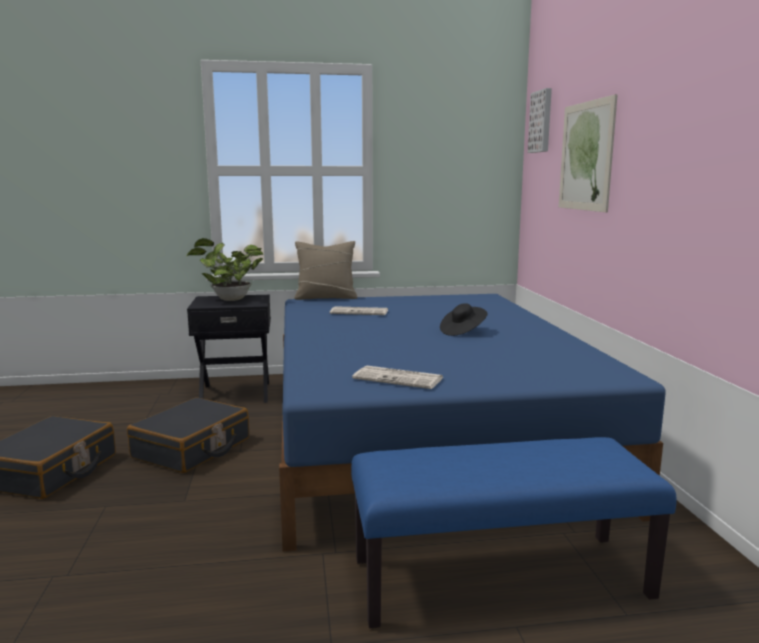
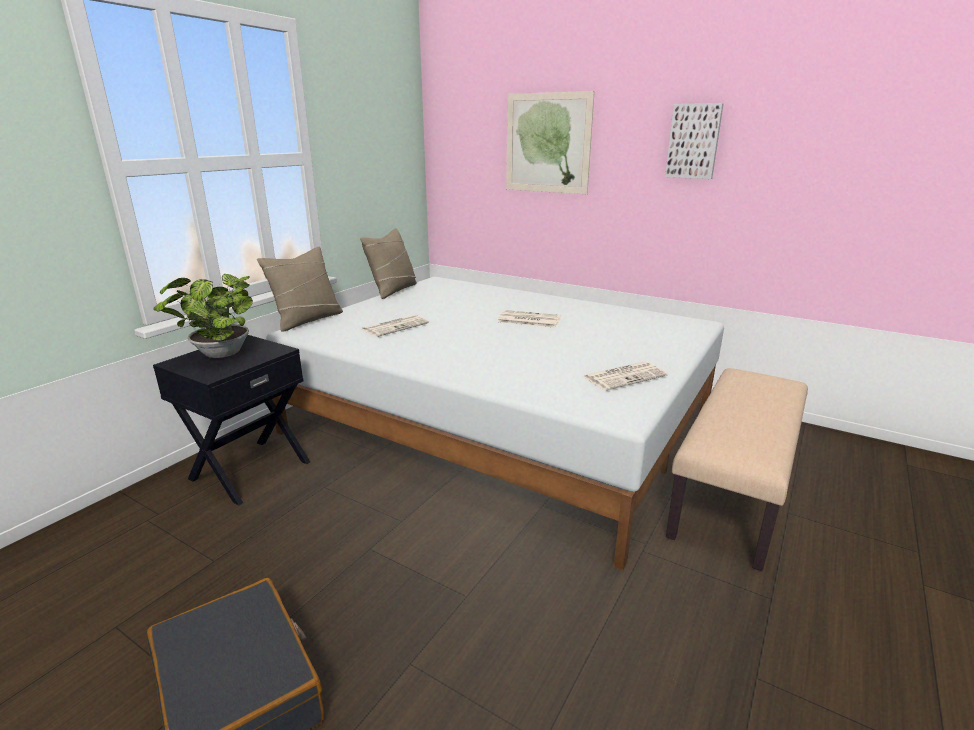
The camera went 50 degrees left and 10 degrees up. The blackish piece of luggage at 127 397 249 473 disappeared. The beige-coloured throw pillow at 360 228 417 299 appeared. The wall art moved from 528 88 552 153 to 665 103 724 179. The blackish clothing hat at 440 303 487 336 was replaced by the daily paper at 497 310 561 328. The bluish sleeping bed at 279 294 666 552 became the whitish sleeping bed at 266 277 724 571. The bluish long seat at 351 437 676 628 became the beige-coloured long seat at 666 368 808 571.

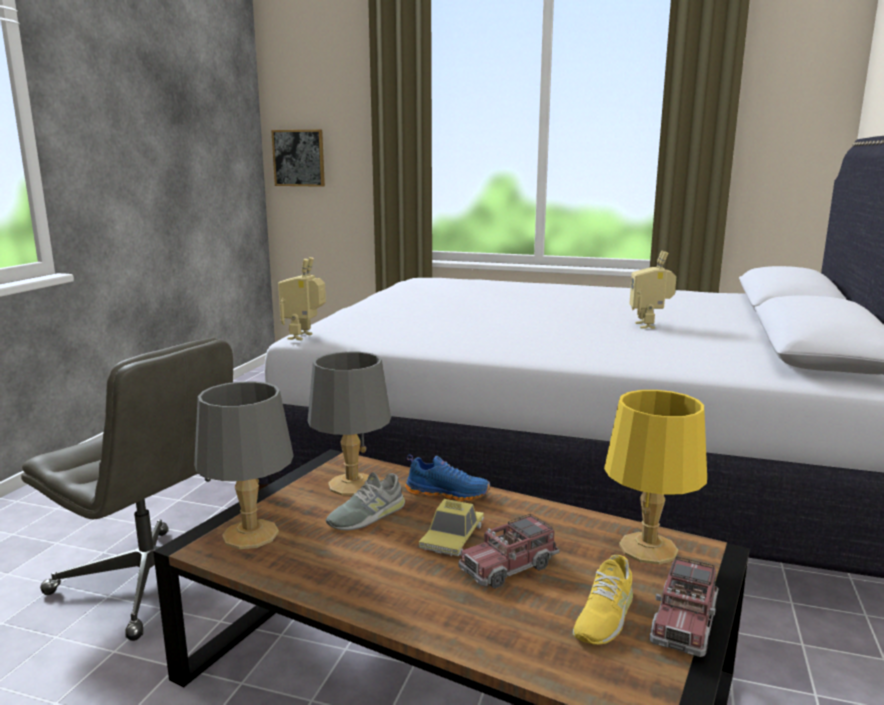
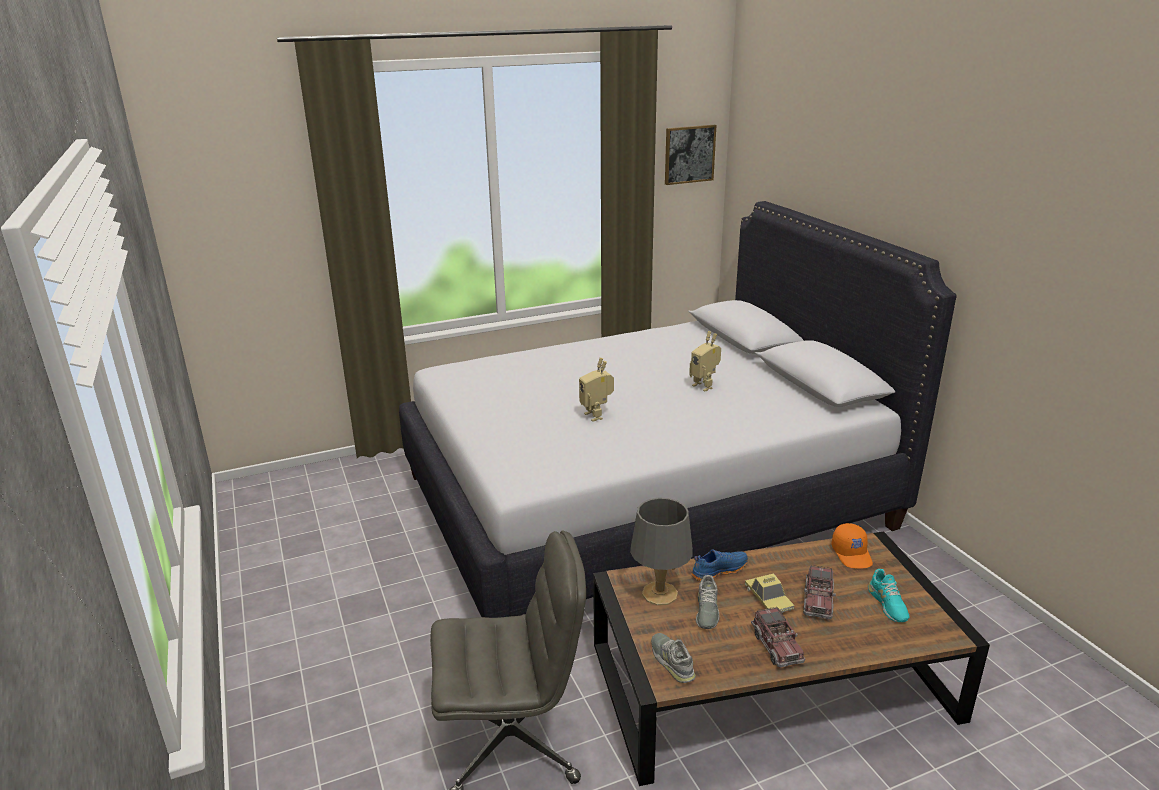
The camera went 40 degrees left and 10 degrees up. The wall art moved from 271 130 325 187 to 665 125 717 185. The model robot moved from 278 257 326 340 to 579 358 614 422. The toy lorry moved from 649 557 719 657 to 751 607 805 667. The grey tabletop lamp at 194 381 294 549 was replaced by the grey shoe at 651 633 696 683. The yellow tabletop lamp at 604 390 707 565 was replaced by the orangey peaked cap at 831 523 873 569. The yellow shoe at 573 555 633 645 became the turquoise-coloured shoe at 868 569 910 622.

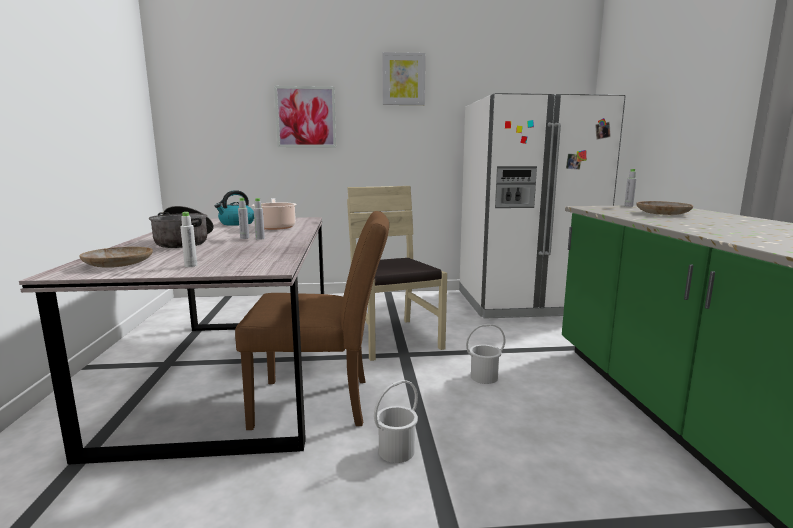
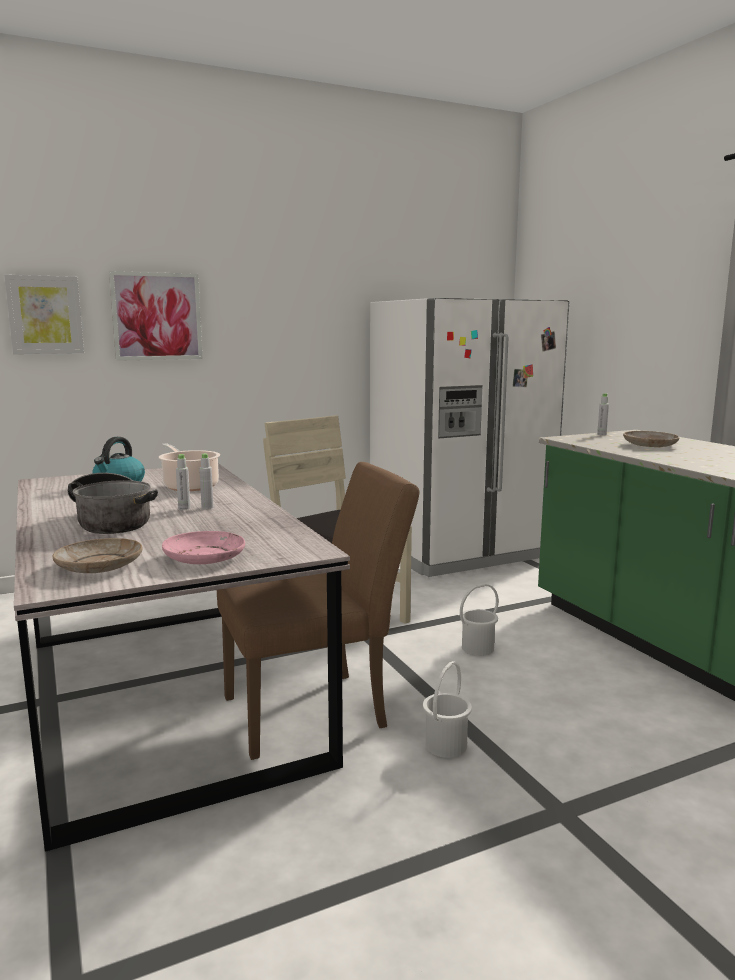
The camera went 20 degrees left and 0 degrees up. The wall art moved from 382 52 425 105 to 4 275 84 354. The whitish beverage bottle at 180 212 197 267 was replaced by the pink-coloured flat dish at 162 531 245 564.

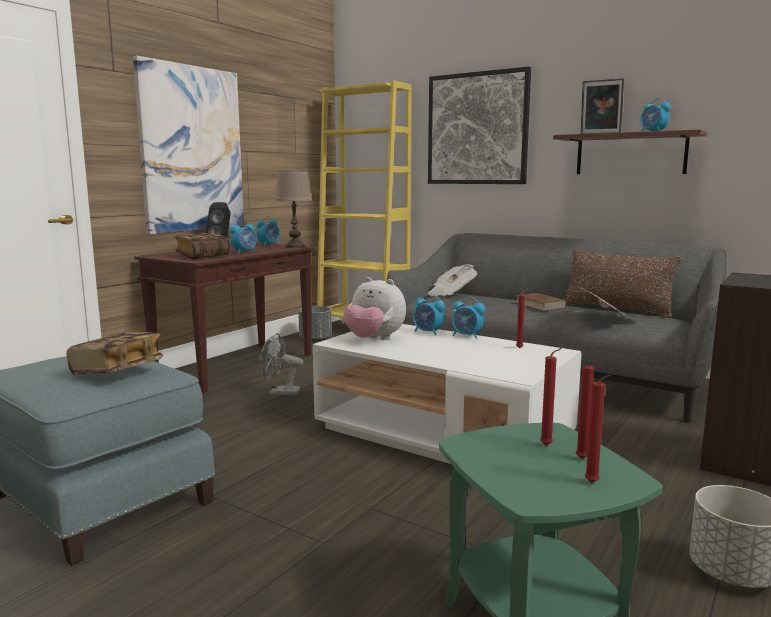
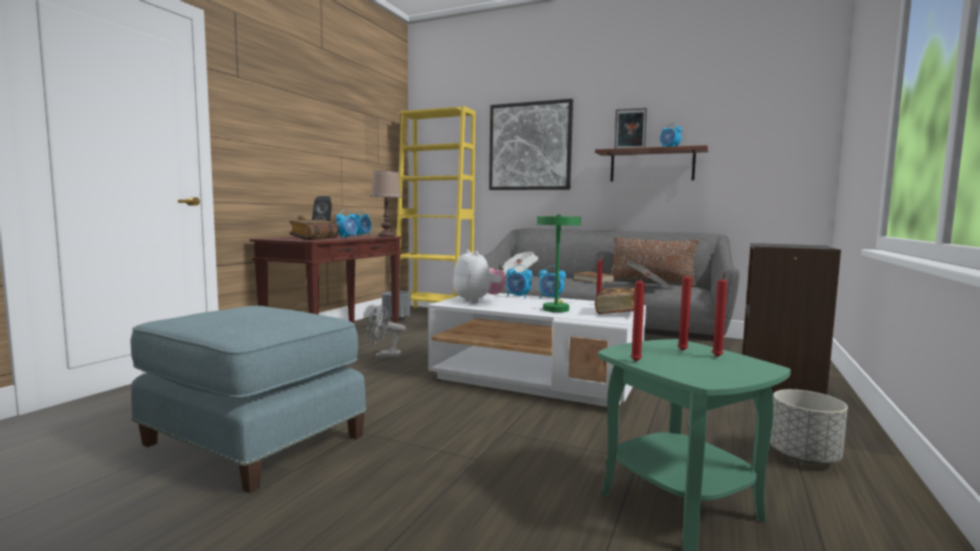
The camera went 10 degrees left and 5 degrees down. The wall art at 133 56 244 234 disappeared. The green-coloured tabletop lamp at 537 215 581 312 appeared. The bound book moved from 66 332 163 375 to 595 287 635 314. The red-coloured candle moved from 584 375 611 483 to 631 274 649 361. The plush toy at 343 277 406 340 turned 135 degrees counterclockwise.

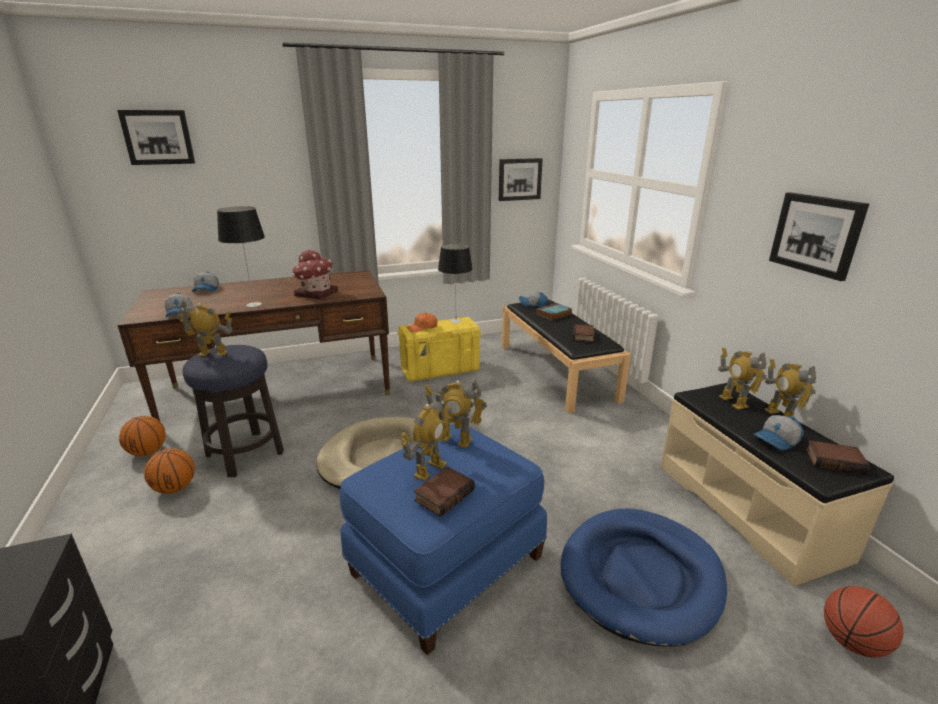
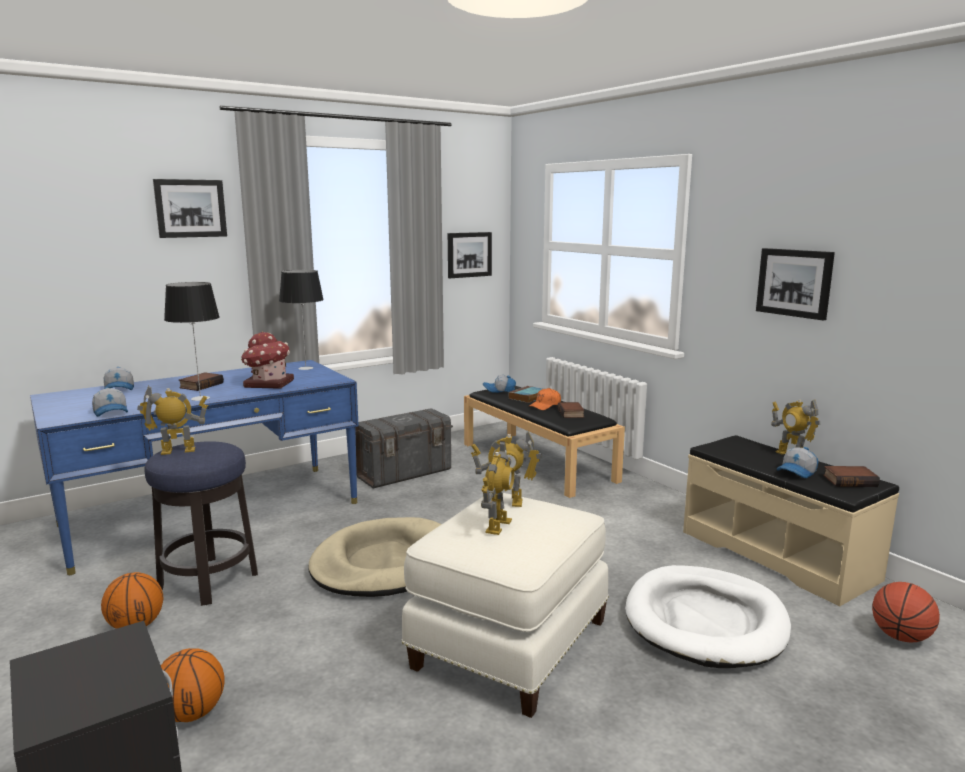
The camera went 15 degrees left and 10 degrees down. The model robot at 718 348 767 410 disappeared. The wall art moved from 117 110 195 165 to 153 179 227 238. The basketball moved from 119 416 166 456 to 161 648 224 722. The orangey peaked cap moved from 406 313 437 333 to 530 388 561 410. The bound book moved from 414 467 475 517 to 179 373 224 391. The tabletop lamp moved from 438 243 473 323 to 279 270 324 370. The brownish desk unit at 117 270 390 421 became the bluish desk unit at 30 360 359 575. The bluish footrest at 339 423 547 655 became the whitish footrest at 402 493 609 718. The yellow storage bin at 397 317 482 382 became the grey storage bin at 355 408 453 488. The bluish dog bed at 561 508 727 646 became the whitish dog bed at 625 565 791 668.

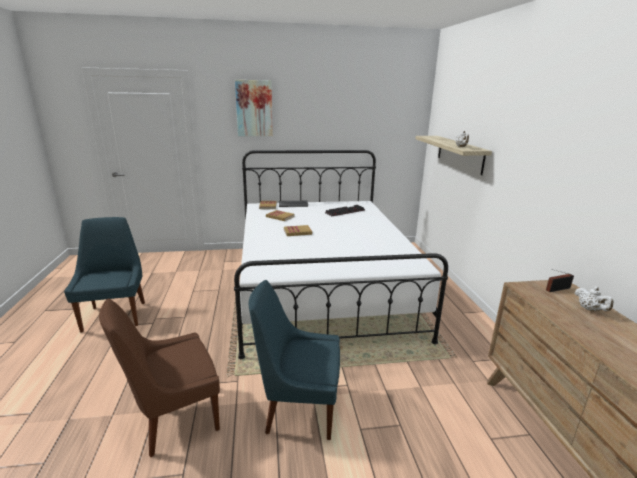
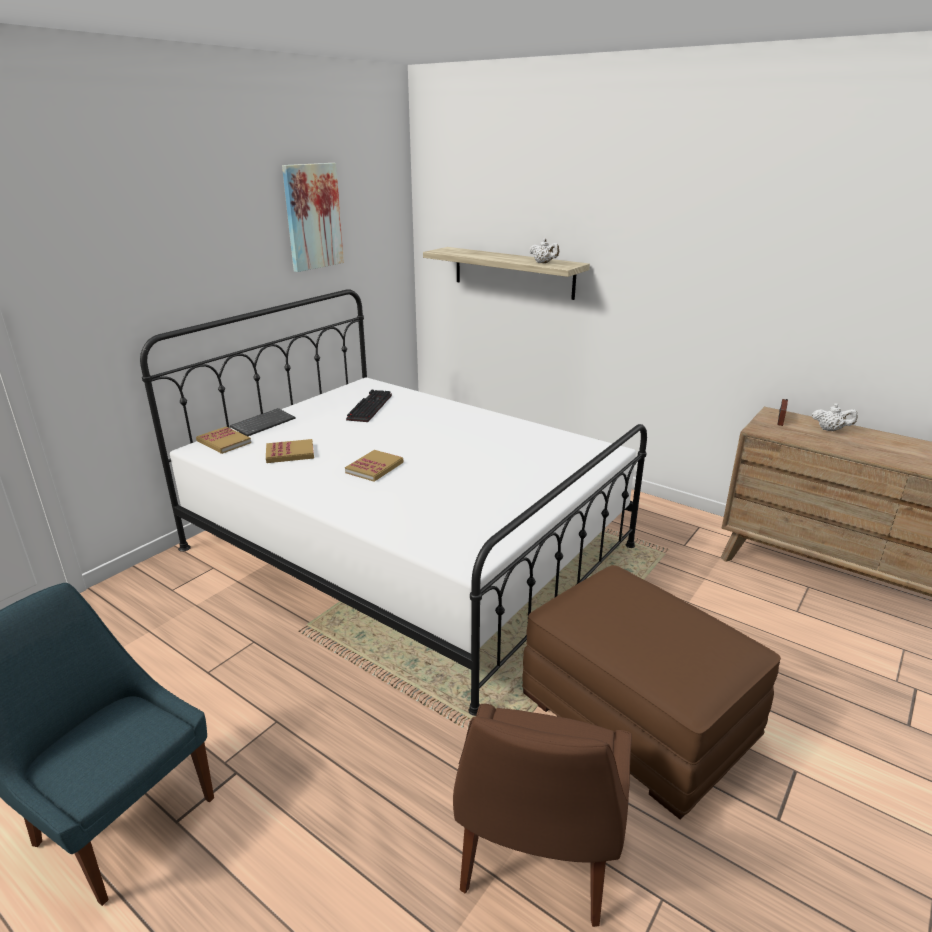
The camera went 45 degrees left and 5 degrees up. The wall art moved from 235 80 273 136 to 282 163 344 272. The bluish plain chair at 249 280 340 440 was replaced by the brownish footrest at 522 565 781 820.

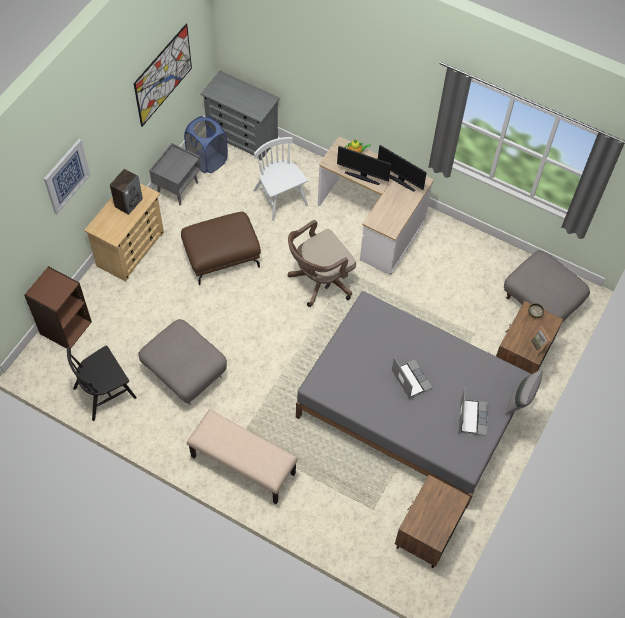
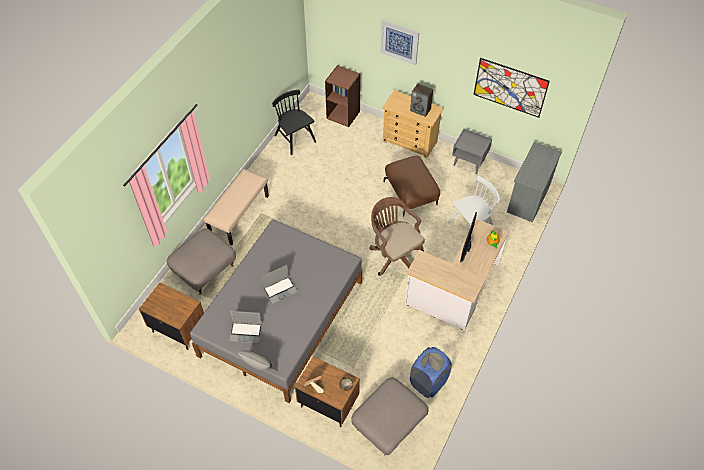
The camera went 90 degrees right and 5 degrees down. The monitor at 378 145 427 192 disappeared. The grey footrest moved from 138 319 227 405 to 166 229 236 295. The bluish washing basket moved from 184 116 228 173 to 410 347 452 398.

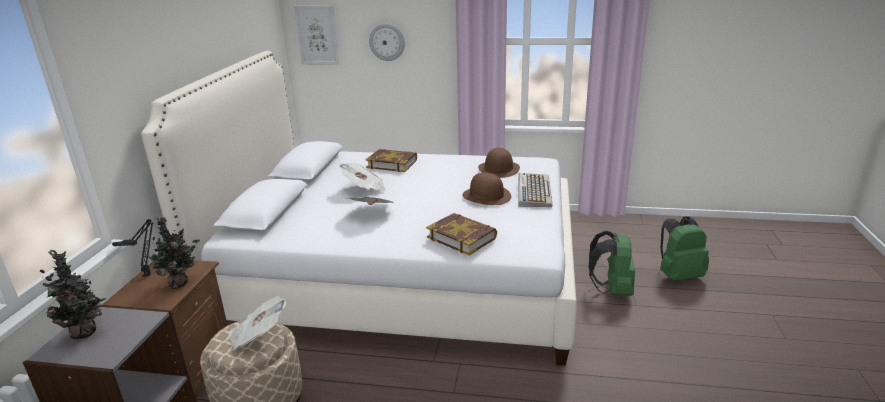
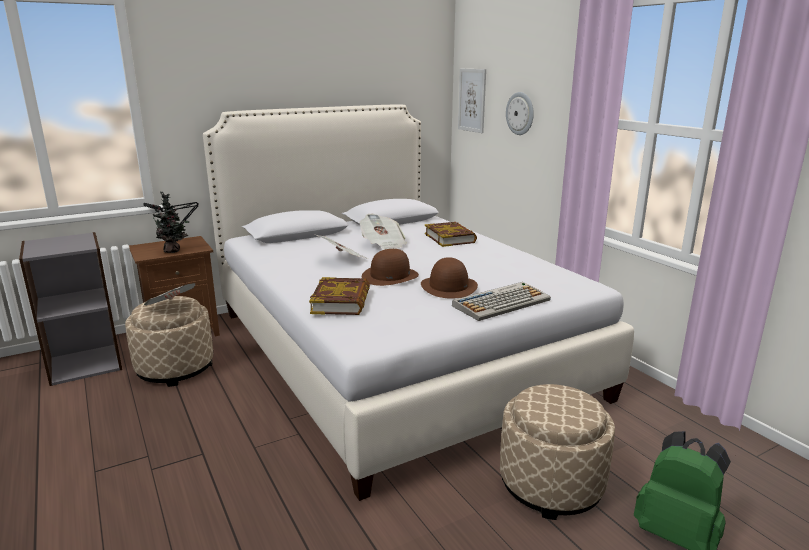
The camera went 50 degrees right and 5 degrees down. The plant in a pot at 40 250 106 339 disappeared. The brownish clothing hat moved from 478 148 520 178 to 362 249 419 286. The green-coloured knapsack at 588 231 635 296 was replaced by the beige-coloured footrest at 500 384 615 520.

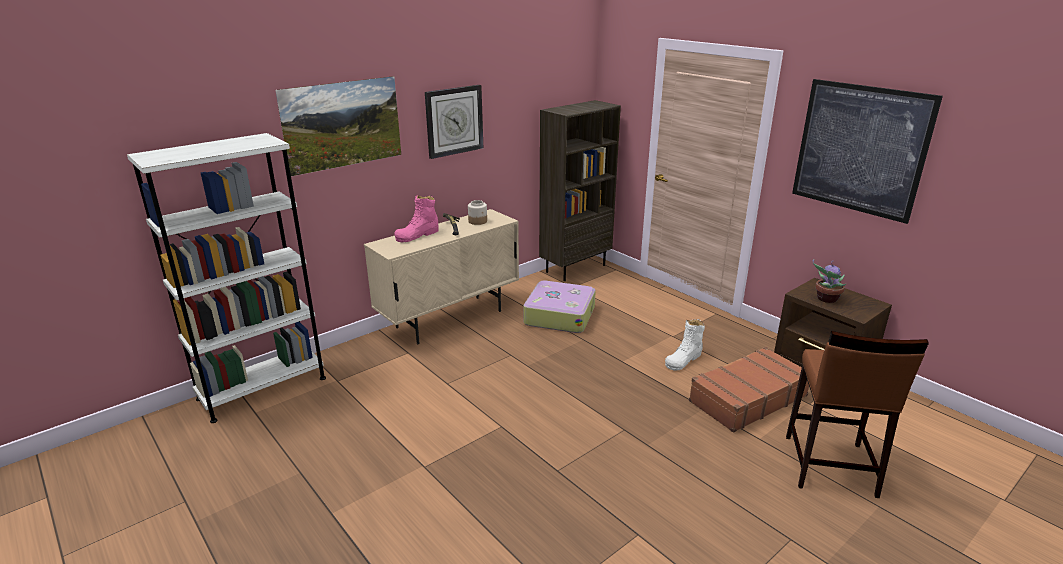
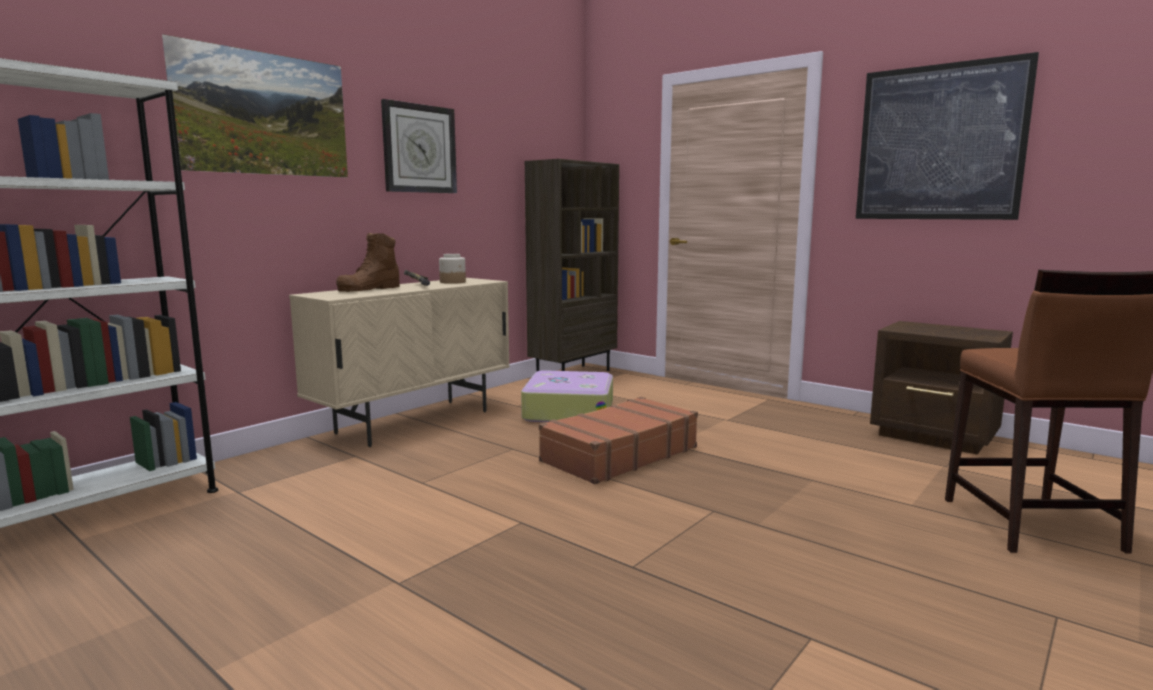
The camera went 10 degrees left and 15 degrees down. The whitish high-top boot at 665 319 705 371 disappeared. The plant in a pot at 813 259 847 303 disappeared. The brownish piece of luggage moved from 689 347 809 432 to 539 397 698 484. The pink-coloured high-top boot at 394 195 438 242 became the brownish high-top boot at 336 233 399 292.

